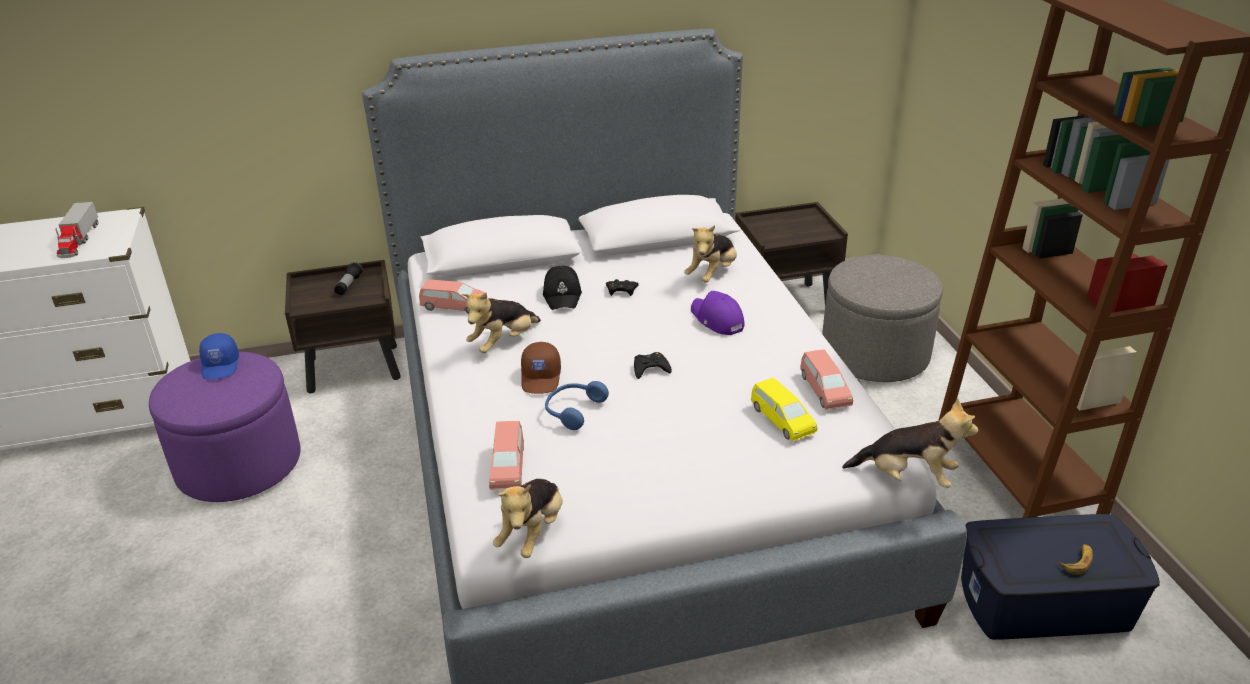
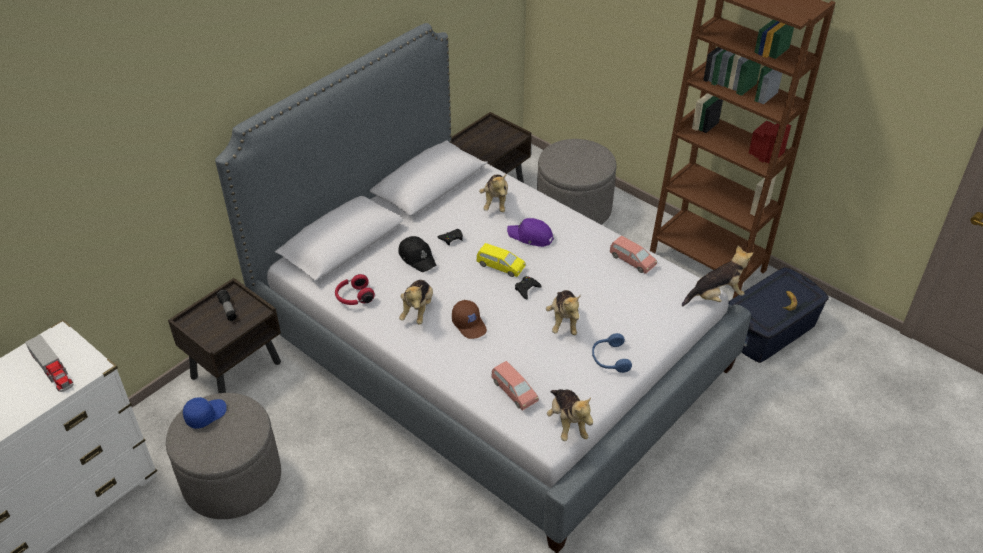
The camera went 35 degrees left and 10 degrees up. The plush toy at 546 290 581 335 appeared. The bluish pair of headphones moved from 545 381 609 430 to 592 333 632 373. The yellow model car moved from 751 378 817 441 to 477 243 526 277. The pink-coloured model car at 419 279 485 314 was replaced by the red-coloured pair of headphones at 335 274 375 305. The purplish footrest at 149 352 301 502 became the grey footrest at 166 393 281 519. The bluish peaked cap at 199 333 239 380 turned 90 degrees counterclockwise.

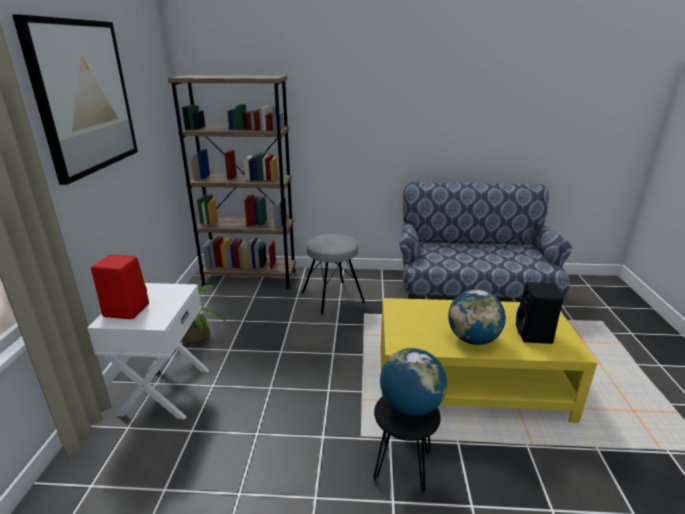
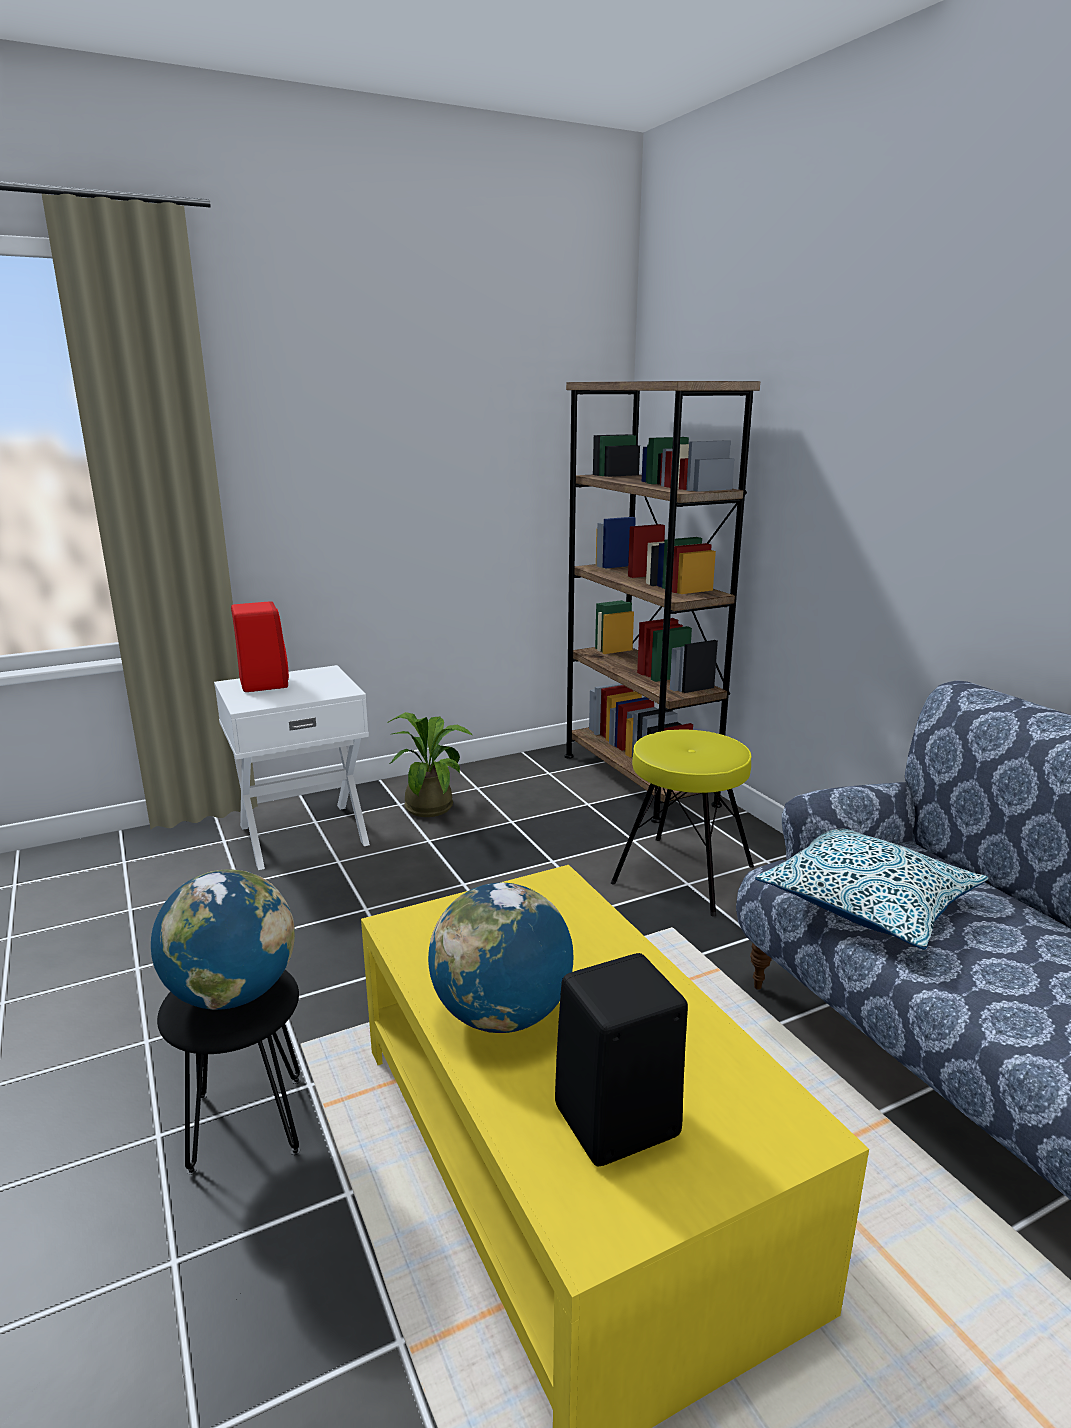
The camera went 60 degrees right and 5 degrees down. The wall art at 12 15 138 185 disappeared. The throw pillow at 755 829 989 950 appeared. The grey sitting stool at 302 234 365 315 became the yellow sitting stool at 611 730 754 917.

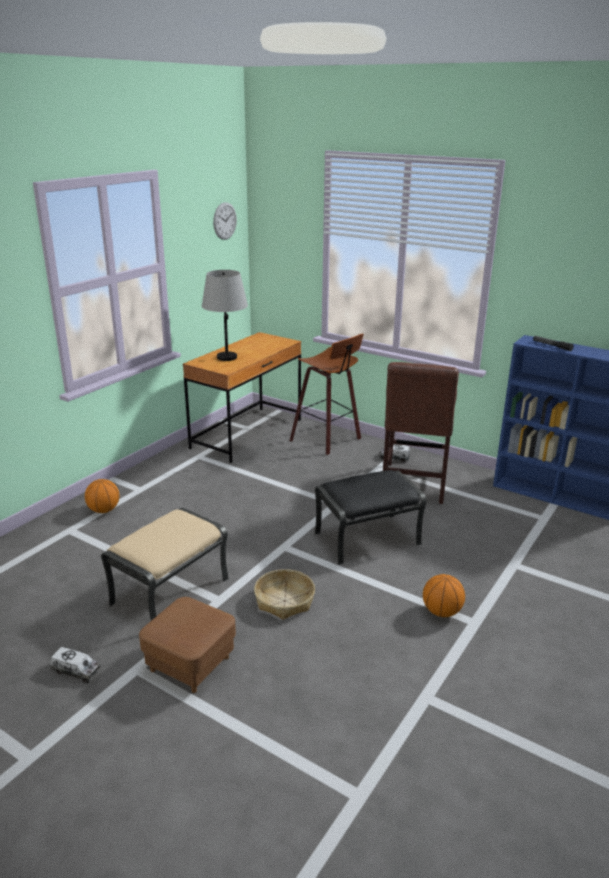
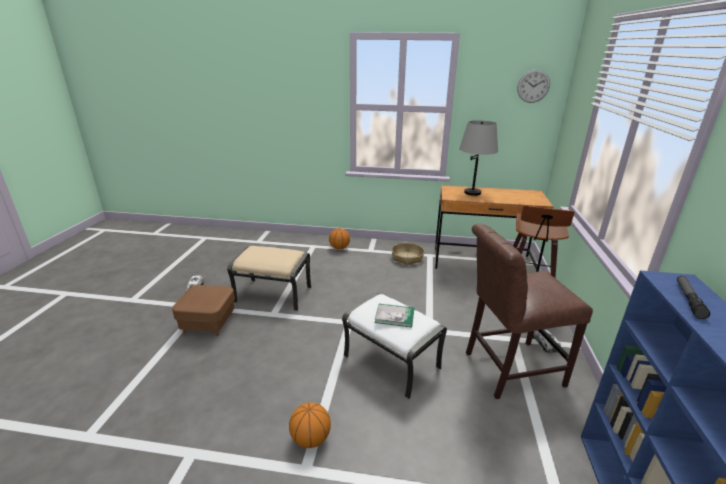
The camera went 65 degrees right and 0 degrees up. The bound book at 375 304 414 328 appeared. The household basket moved from 254 569 315 620 to 392 243 425 265. The blackish footrest at 315 470 427 565 became the whitish footrest at 342 293 447 399.

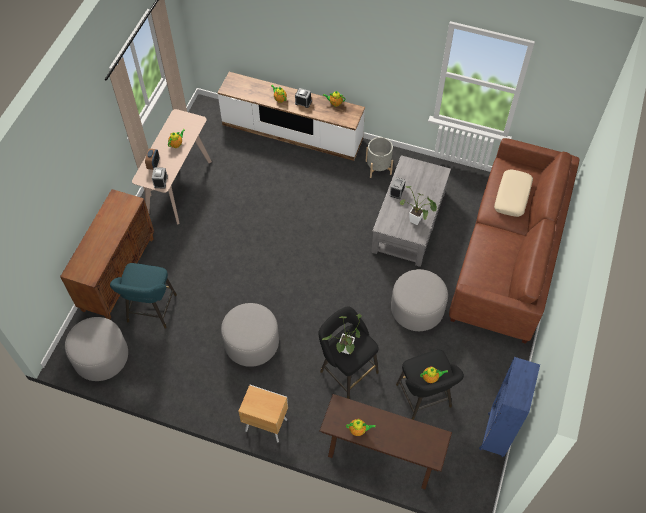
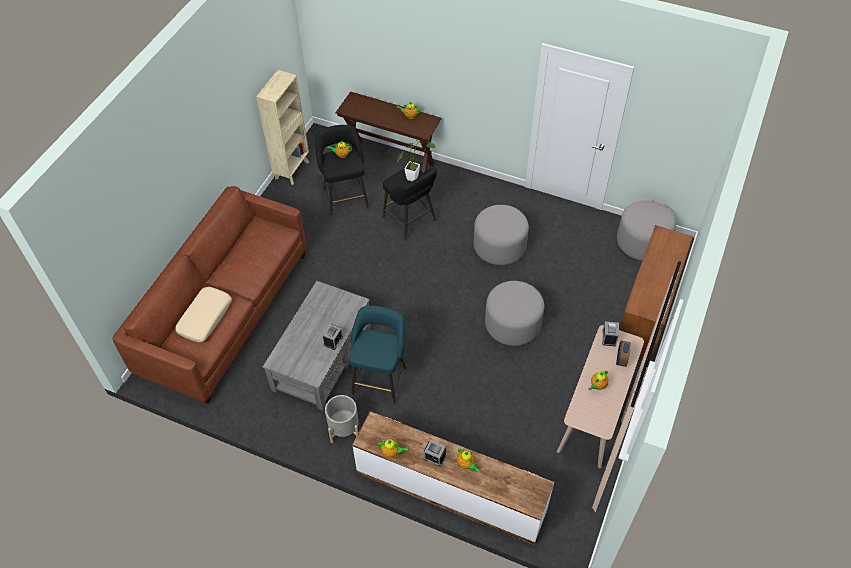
The camera went 175 degrees left and 5 degrees down. The brownish bedside table at 238 385 288 443 disappeared. The plant in a pot at 400 186 437 225 disappeared. The turquoise-coloured sitting stool moved from 110 263 177 329 to 349 306 406 404. The grey footrest moved from 391 269 448 331 to 485 281 544 346. The bluish bookcase at 479 357 540 457 became the beige-coloured bookcase at 256 70 309 185.

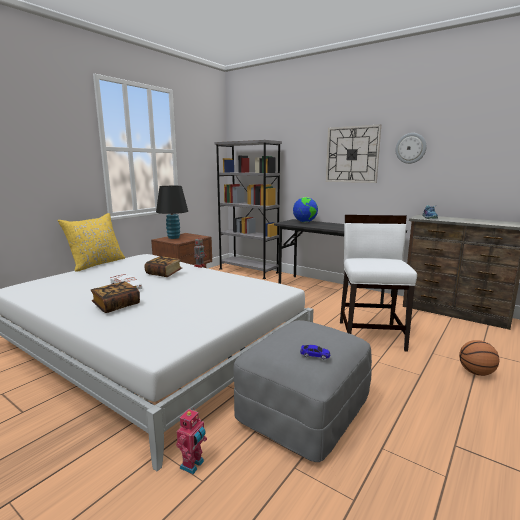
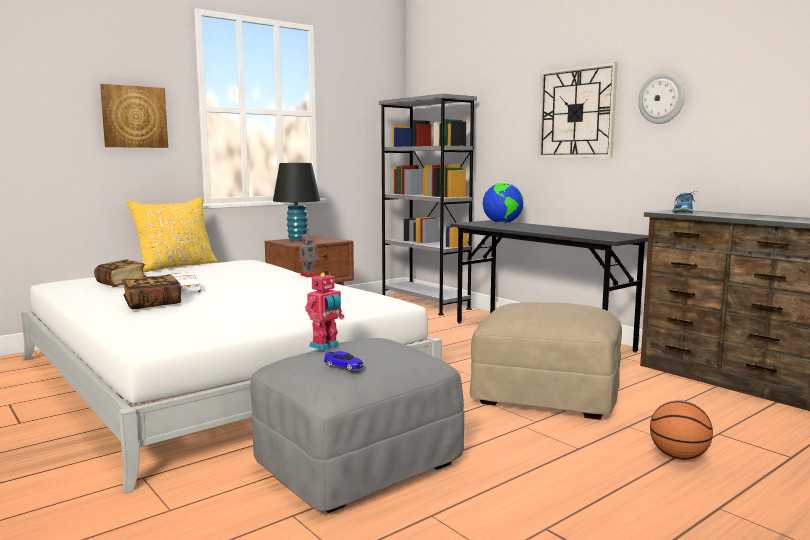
The camera went 15 degrees right and 5 degrees down. The wall art at 100 84 168 148 appeared. The bound book moved from 144 256 182 277 to 94 259 147 287. The model robot moved from 176 408 207 474 to 305 273 344 350. The whitish plain chair at 340 215 417 352 was replaced by the beige-coloured footrest at 470 302 622 420.

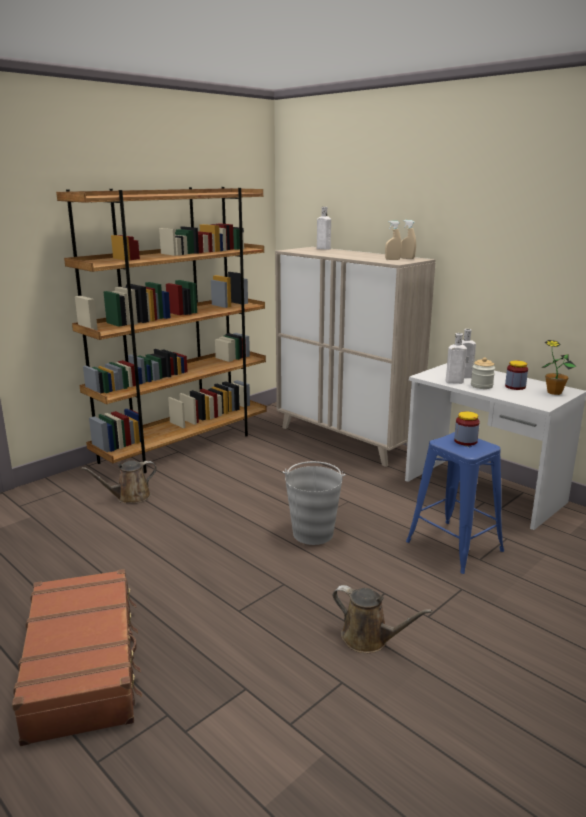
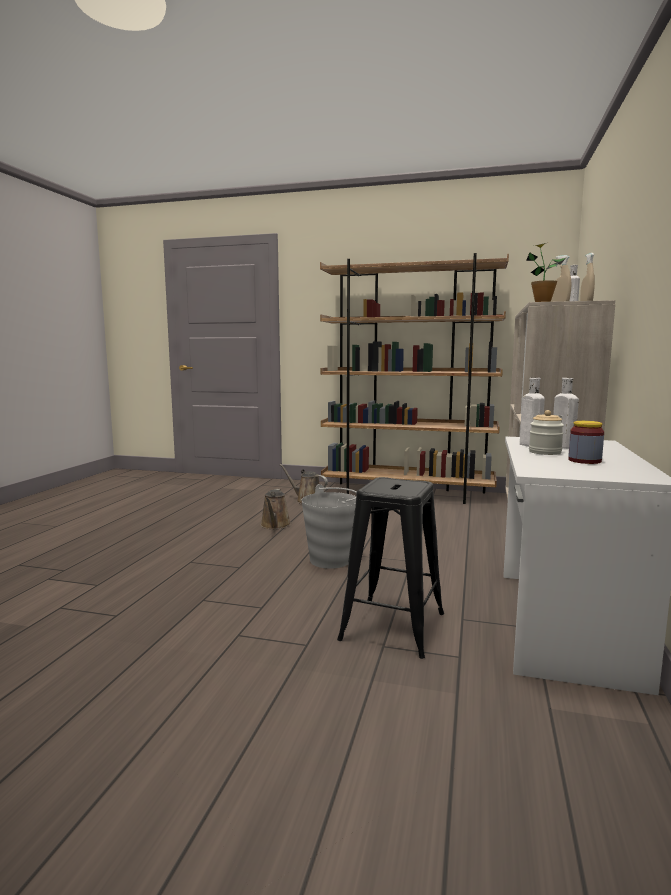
The camera went 60 degrees right and 10 degrees down. The brownish piece of luggage at 12 569 142 746 disappeared. The preserve jar at 454 411 480 446 disappeared. The brownish watering can moved from 333 585 432 653 to 260 489 291 529. The plant in a pot moved from 542 340 576 395 to 526 243 566 302. The bluish sitting stool at 406 432 504 574 became the blackish sitting stool at 337 477 444 659.

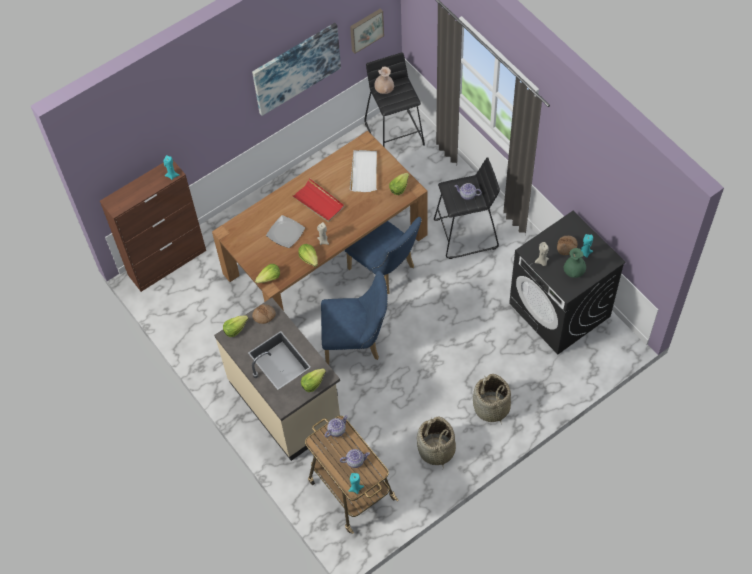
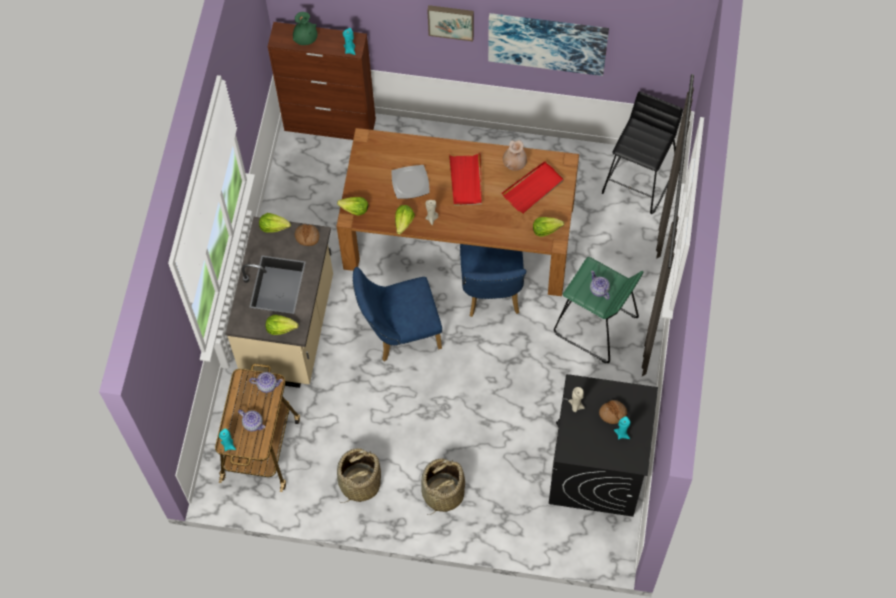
The camera went 45 degrees right and 5 degrees up. The wall art moved from 350 8 384 54 to 427 5 474 41. The beige-coloured vase moved from 374 66 394 94 to 503 140 527 171. The green-coloured vase moved from 564 248 586 278 to 293 12 317 45. The whitish serving tray at 350 150 377 192 became the red-coloured serving tray at 502 161 564 214. The blackish sitting stool at 434 157 500 259 became the green-coloured sitting stool at 554 257 643 363. The bluish plain chair at 321 271 388 365 turned 120 degrees clockwise.

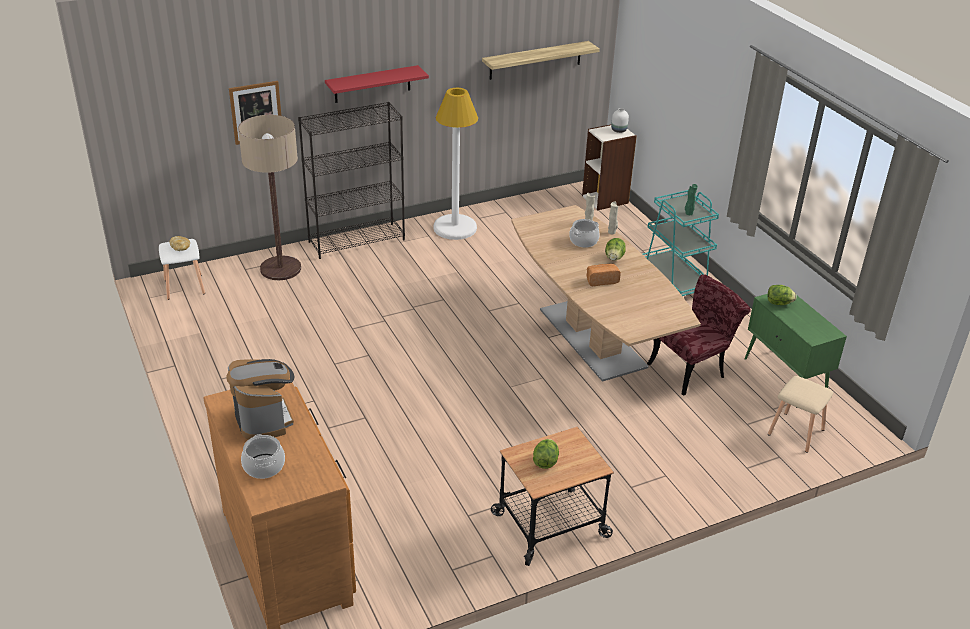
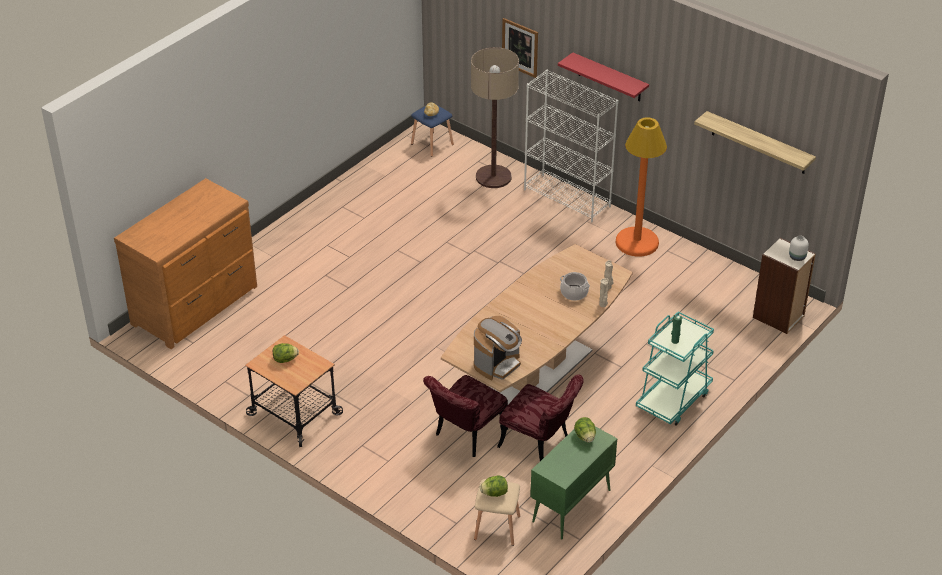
The camera went 65 degrees right and 5 degrees up. The cooking pot at 241 434 285 479 disappeared. The bakery bread at 586 264 621 286 disappeared. The red-coloured plain chair at 423 375 508 457 appeared. The coffee machine moved from 226 359 294 440 to 474 316 522 380. The lettuce moved from 605 238 626 261 to 480 476 508 497. The whitish sitting stool at 159 239 205 300 became the bluish sitting stool at 411 105 454 157. The blackish bookcase at 298 102 405 259 became the whitish bookcase at 524 70 619 222. The whitish standing lamp at 433 88 478 240 became the orangey standing lamp at 616 117 667 257.

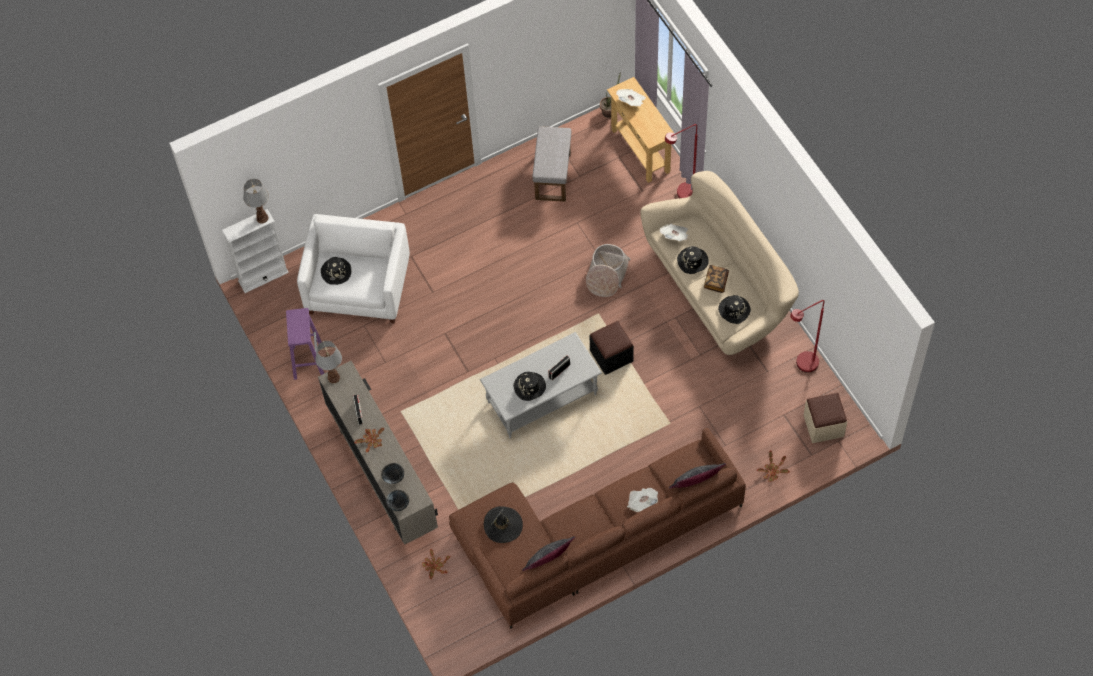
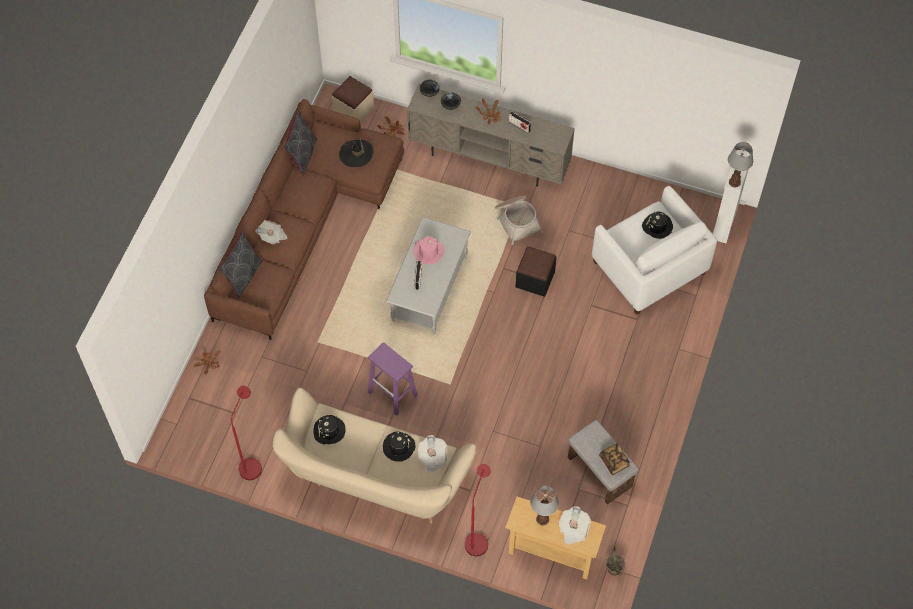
The camera went 135 degrees right and 0 degrees up. The purplish sitting stool moved from 286 308 324 380 to 368 342 417 416. The tabletop lamp moved from 315 341 342 383 to 531 486 559 526. The household basket moved from 586 244 631 297 to 495 196 543 245. The blackish footrest moved from 590 321 634 375 to 516 246 557 297. The bound book moved from 704 265 729 293 to 599 443 630 475. The beige-coloured footrest moved from 804 393 847 443 to 332 76 374 123. The blackish clothing hat at 513 372 546 401 became the pink-coloured clothing hat at 413 236 444 264.

